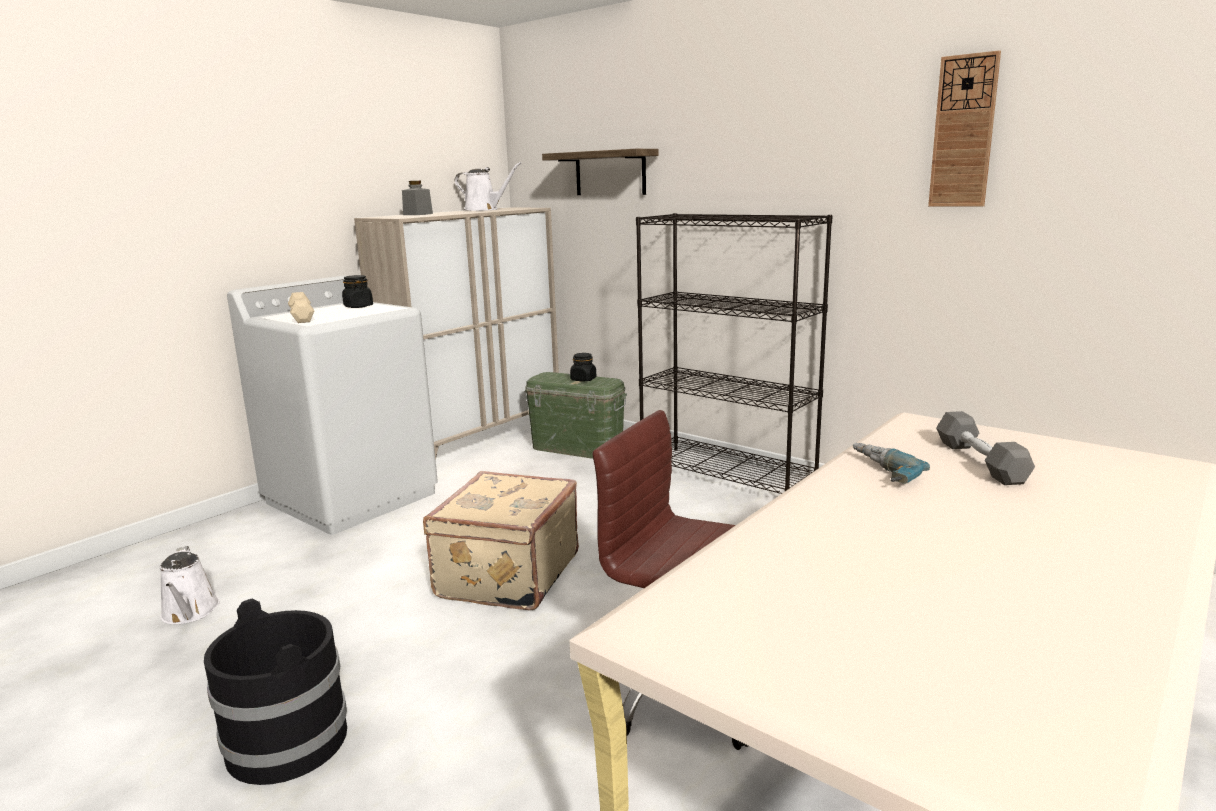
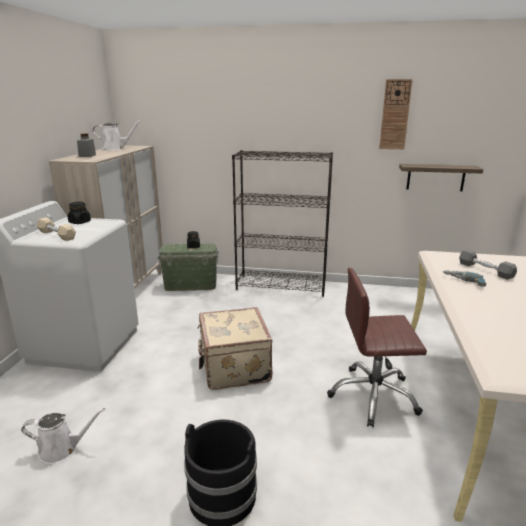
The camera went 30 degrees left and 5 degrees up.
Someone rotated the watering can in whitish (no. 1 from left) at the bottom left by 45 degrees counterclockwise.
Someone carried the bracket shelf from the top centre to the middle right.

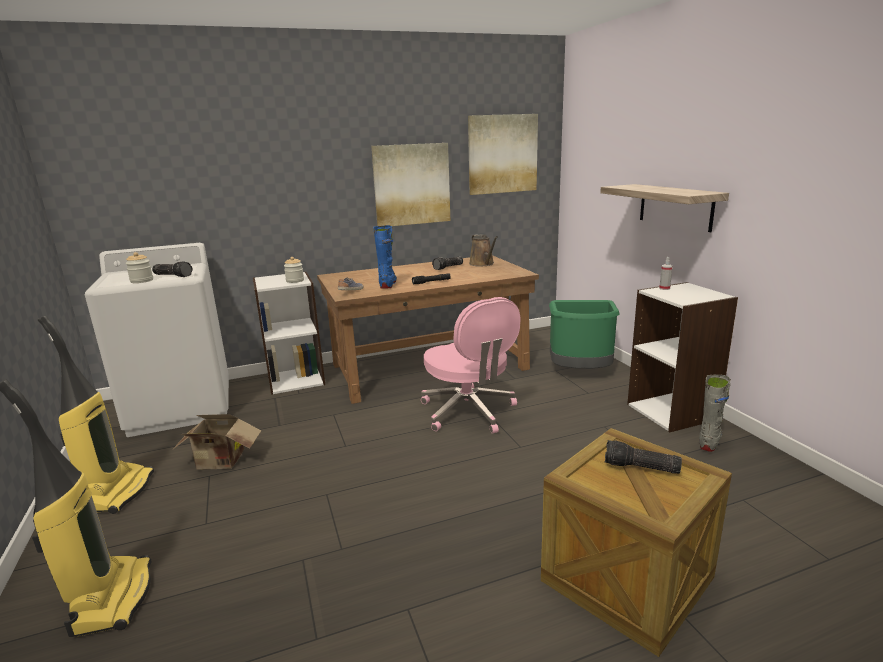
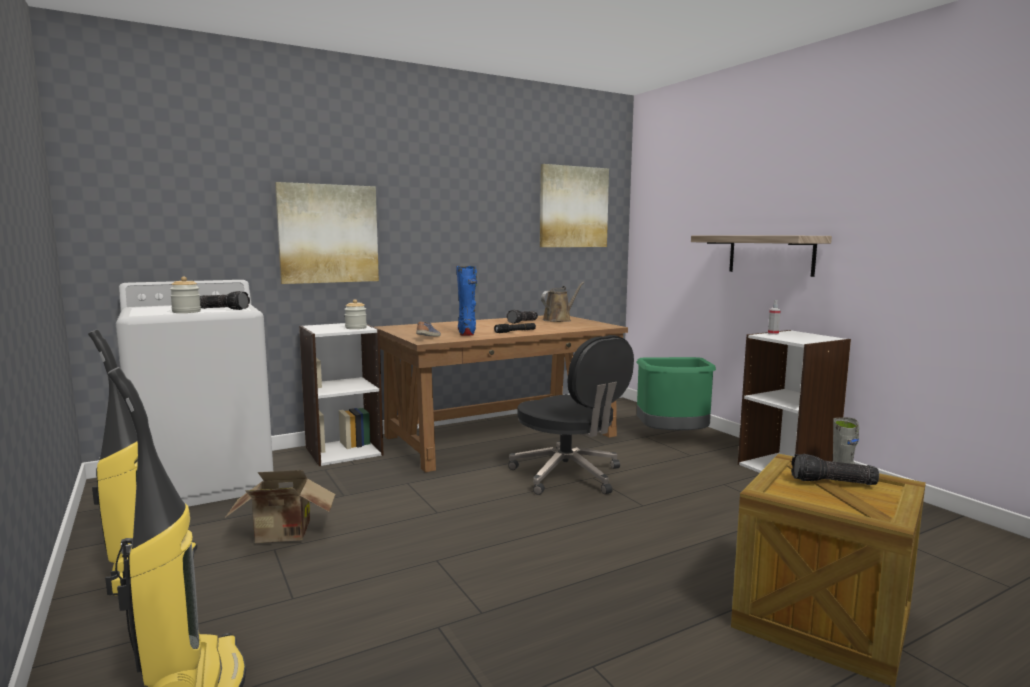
The camera went 10 degrees left and 10 degrees down.
Someone carried the wall picture (no. 1 from left) from the top centre to the middle left.
Someone repainted the desk chair in pinkish at the centre, which became the desk chair in black at the centre.
Someone rotated the watering can in brownish at the centre by 105 degrees counterclockwise.

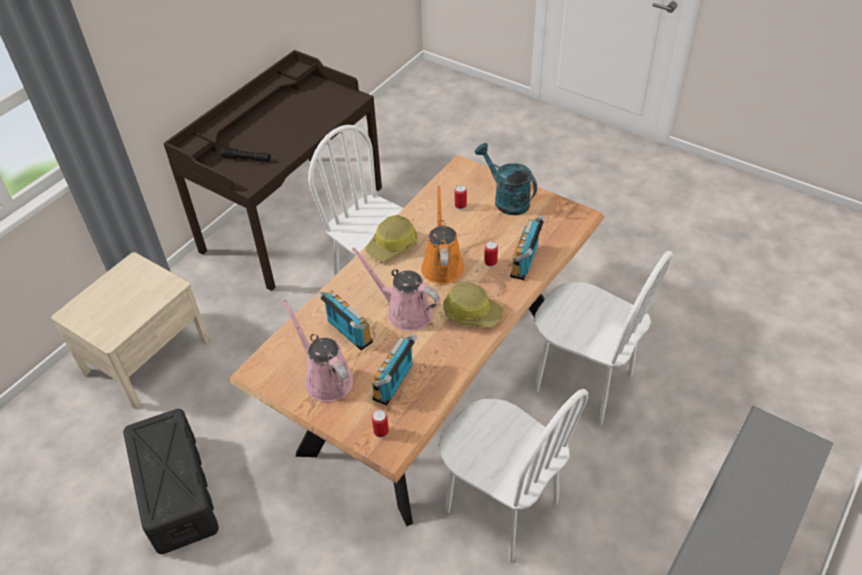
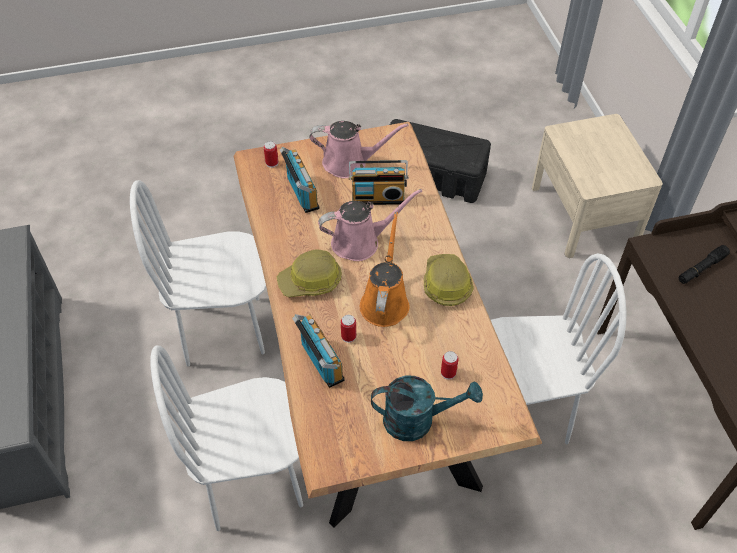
The camera went 130 degrees right and 5 degrees up.
Someone rotated the watering can in orange at the centre by 120 degrees counterclockwise.

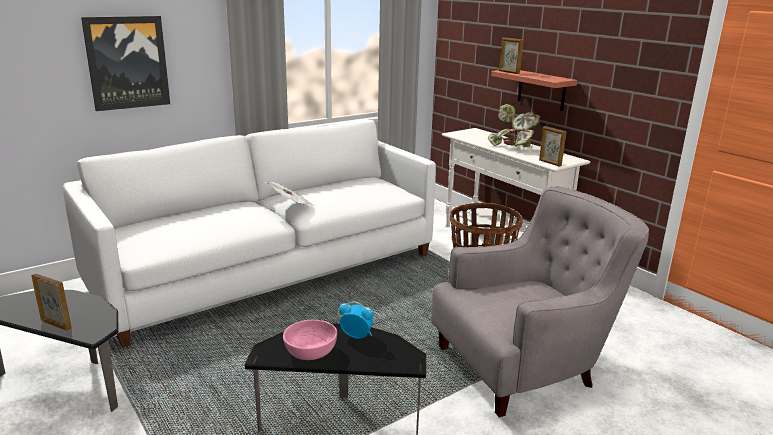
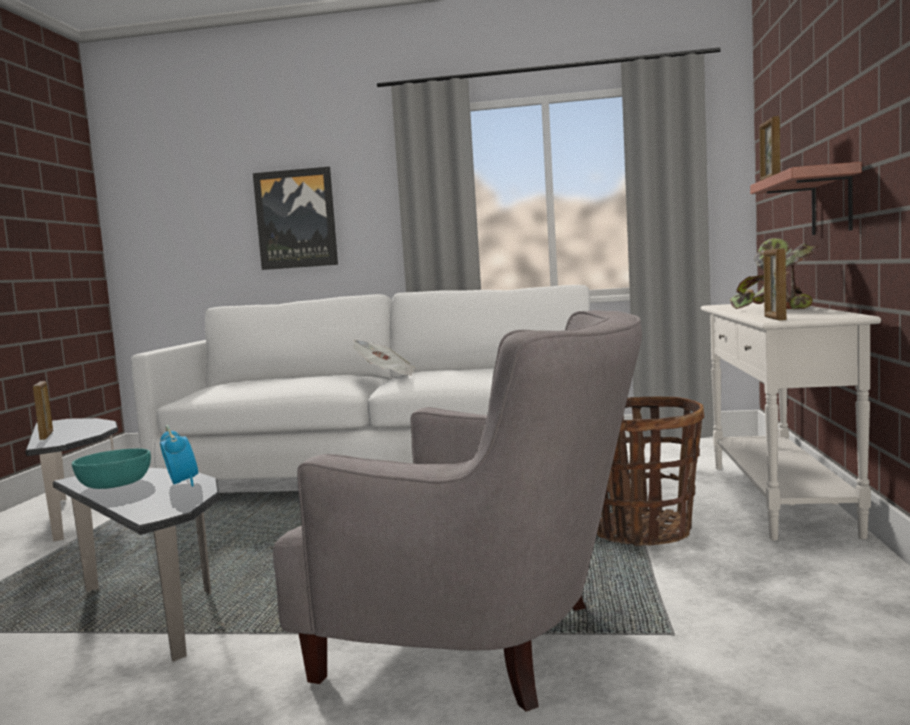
The camera went 45 degrees right and 15 degrees down.
Someone repainted the deep dish in pinkish at the bottom centre, which became the deep dish in turquoise-coloured at the middle left.

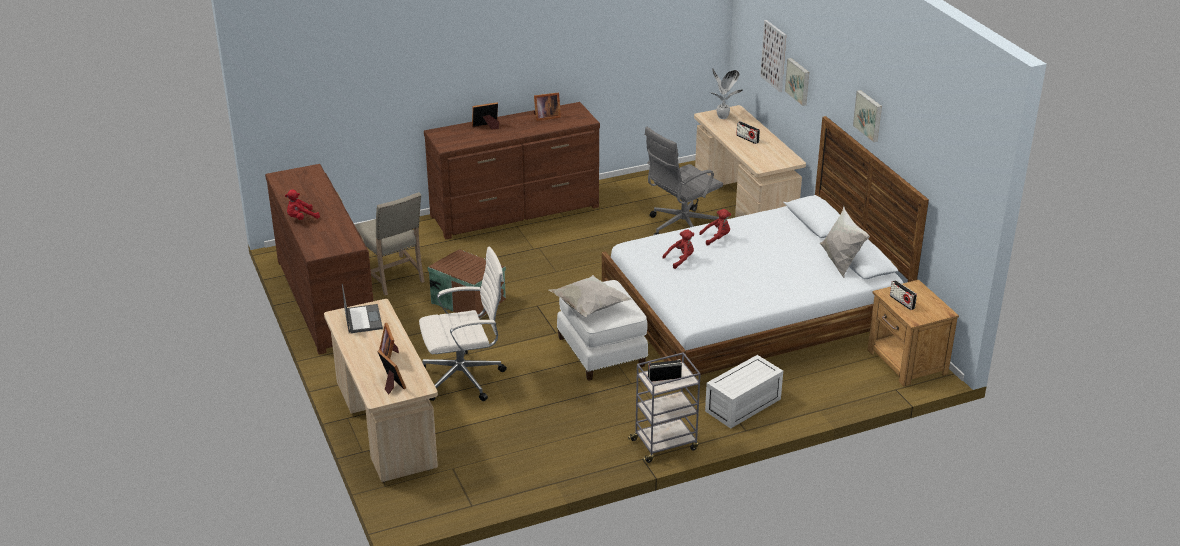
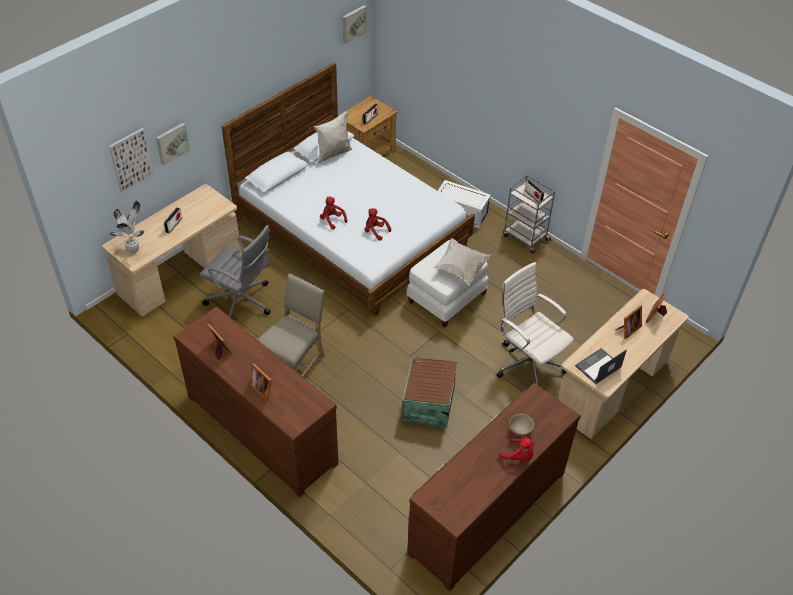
The camera went 115 degrees left and 15 degrees up.
Someone carried the chair in beige from the middle left to the centre.
Someone carried the wall picture (no. 3 from left) from the top right to the top centre.
Someone put down the deep dish in beige at the bottom centre.

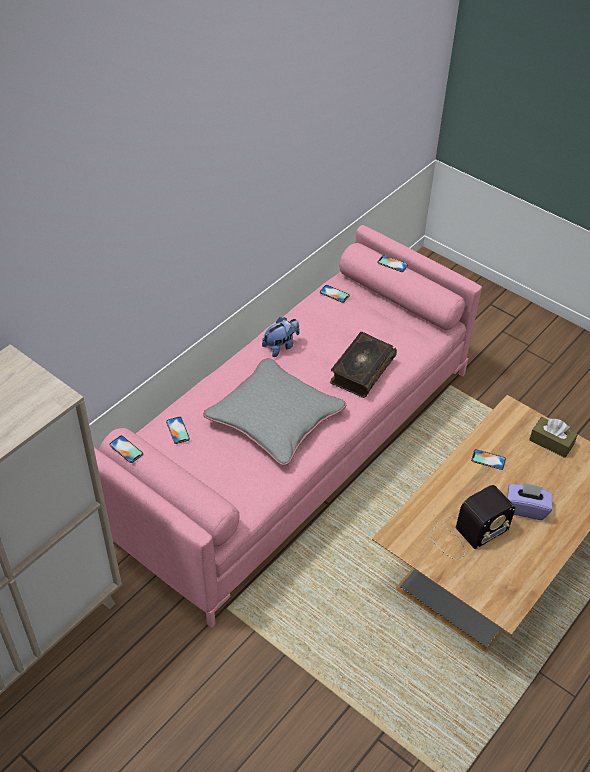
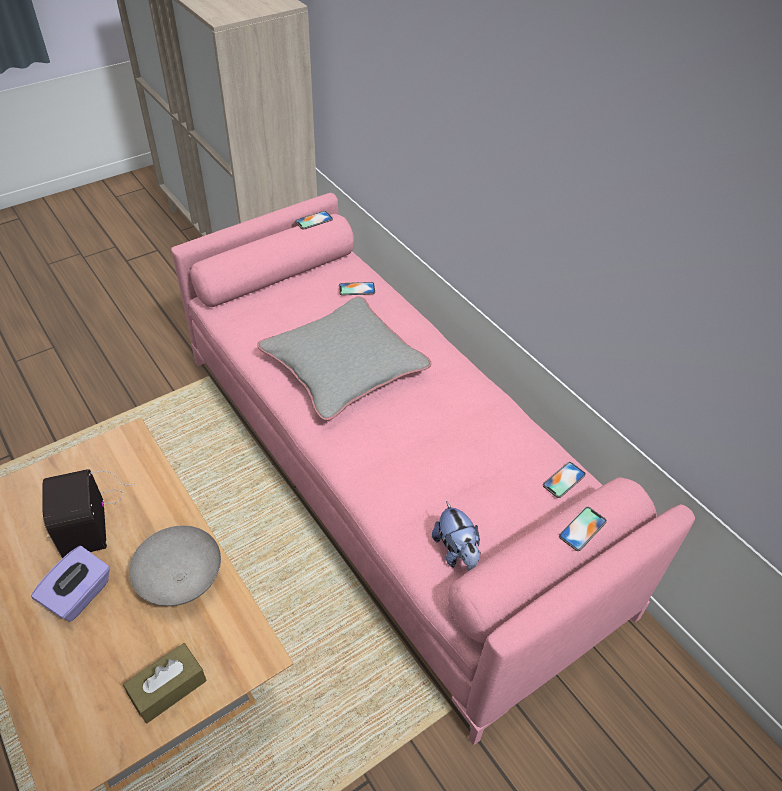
The camera went 105 degrees right and 0 degrees up.
Someone carried the plush toy from the centre to the bottom centre.
Someone took away the bound book at the centre.
Someone swapped the phone (no. 5 from left) at the middle right for the deep dish in gray at the bottom left.

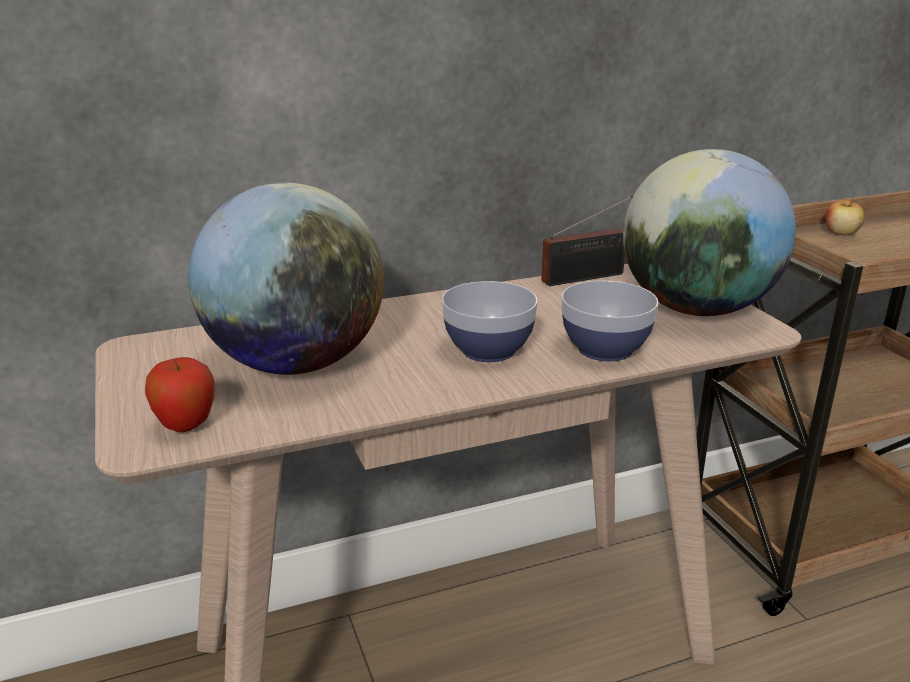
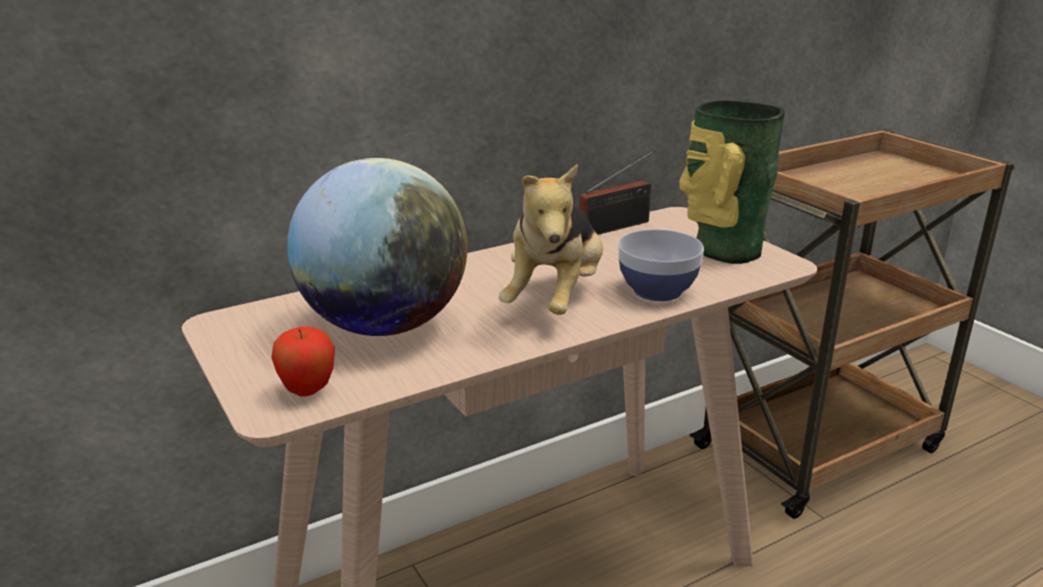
The camera went 10 degrees left and 0 degrees up.
Someone swapped the deep dish (no. 1 from left) at the centre for the plush toy at the centre.
Someone swapped the desk globe (no. 2 from left) at the middle right for the decorative vase at the top right.
Someone took away the apple (no. 2 from left) at the top right.

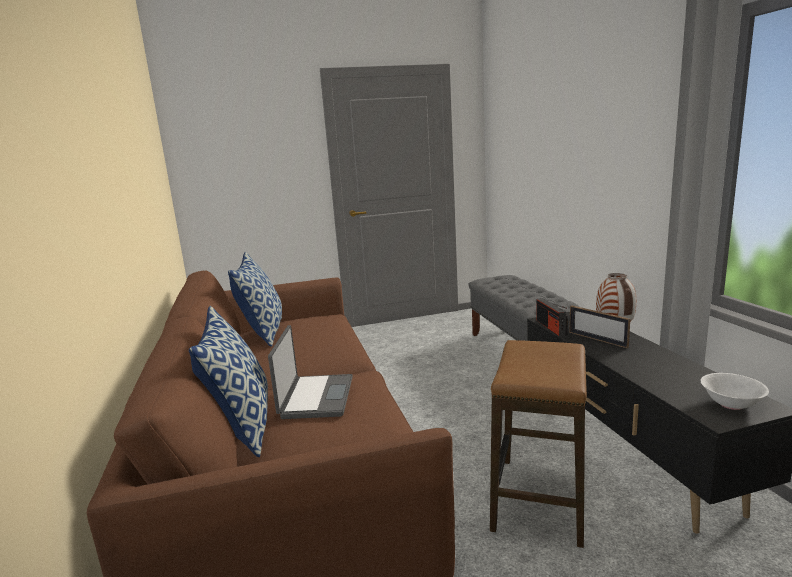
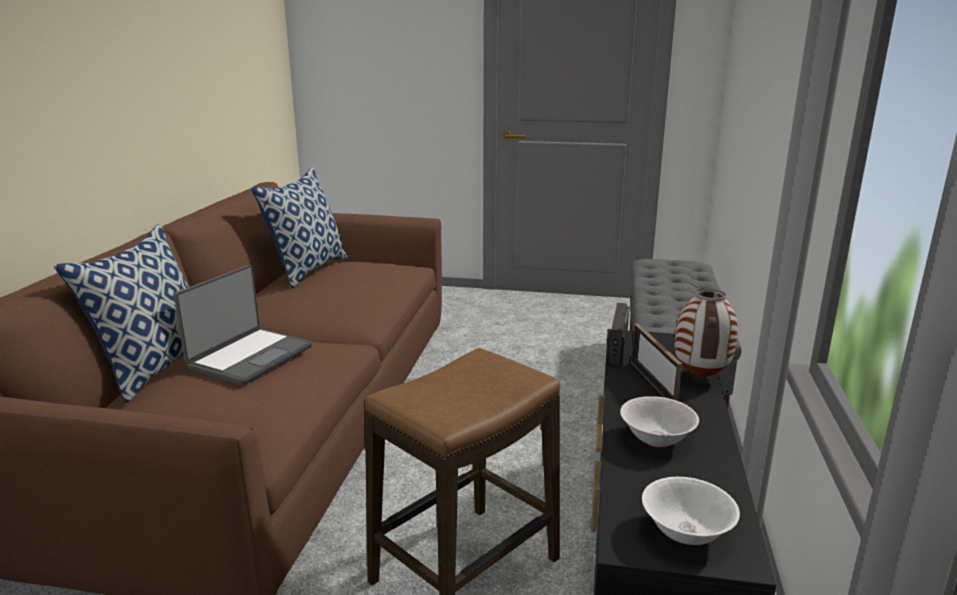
The camera went 25 degrees right and 5 degrees up.
Someone put down the deep dish in whitish (no. 1 from left) at the bottom right.

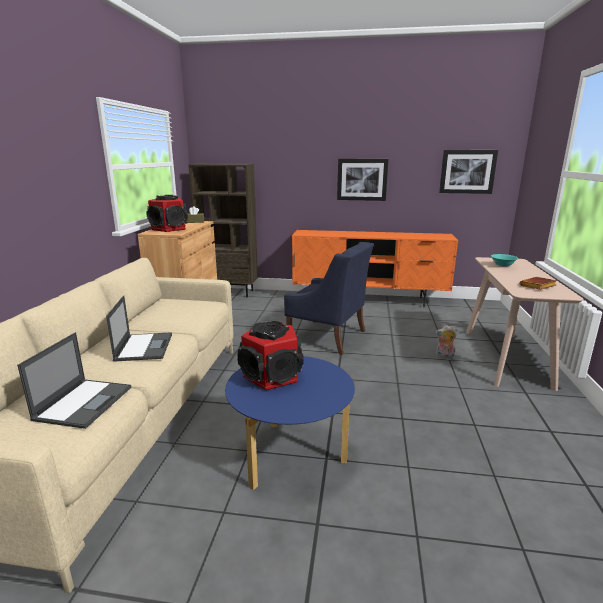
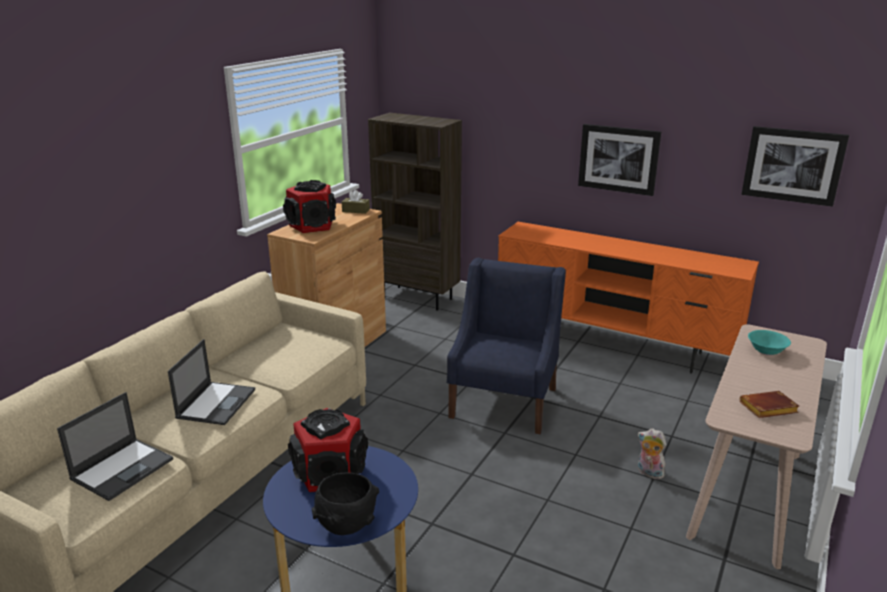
The camera went 20 degrees right and 5 degrees up.
Someone rotated the armchair in blue at the centre by 120 degrees counterclockwise.
Someone put down the deep dish in black at the bottom centre.

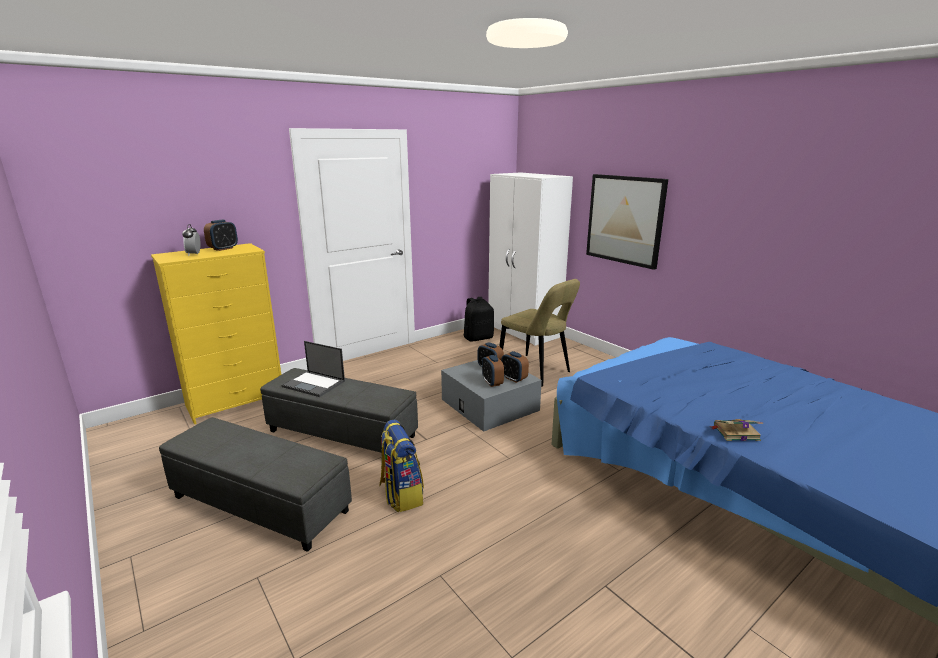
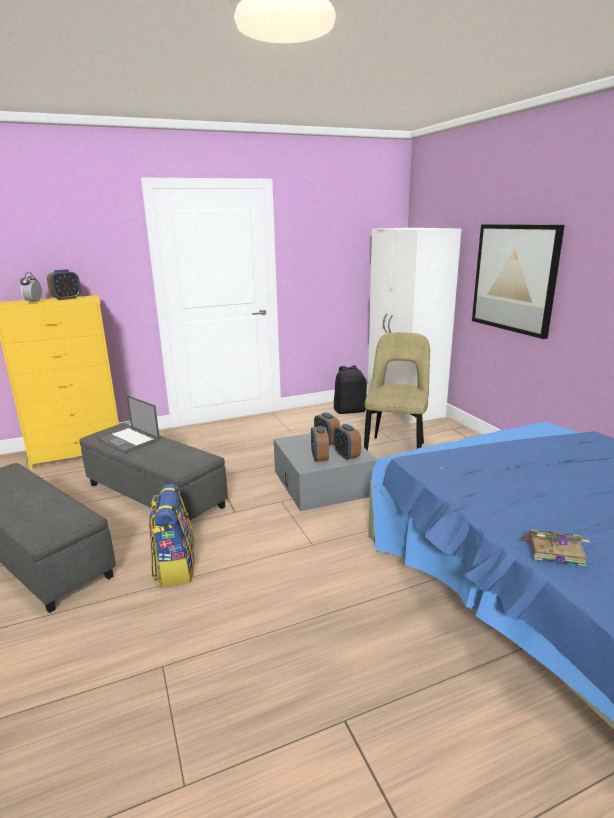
The camera went 15 degrees right and 0 degrees up.
Someone rotated the chair in beige at the centre by 135 degrees counterclockwise.

